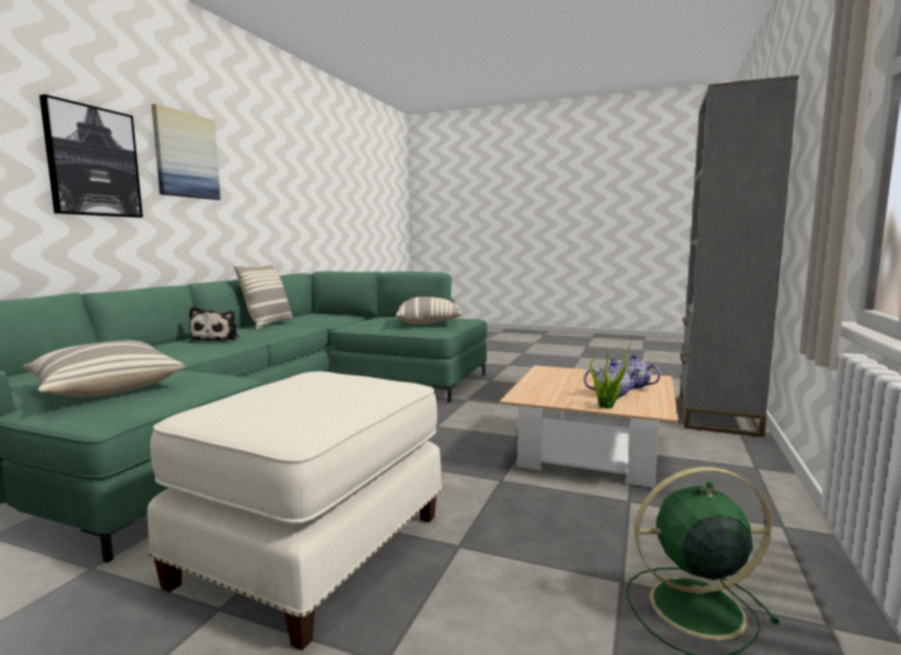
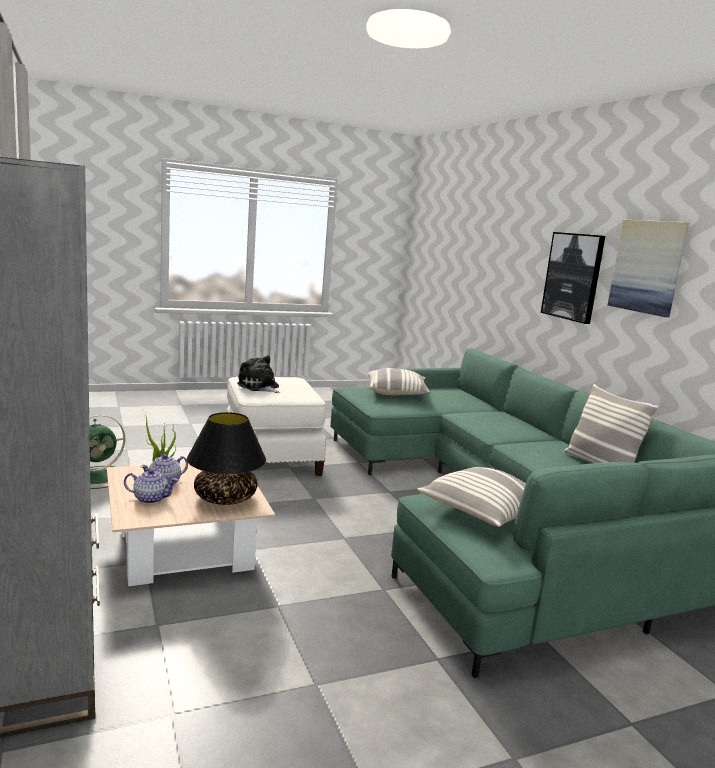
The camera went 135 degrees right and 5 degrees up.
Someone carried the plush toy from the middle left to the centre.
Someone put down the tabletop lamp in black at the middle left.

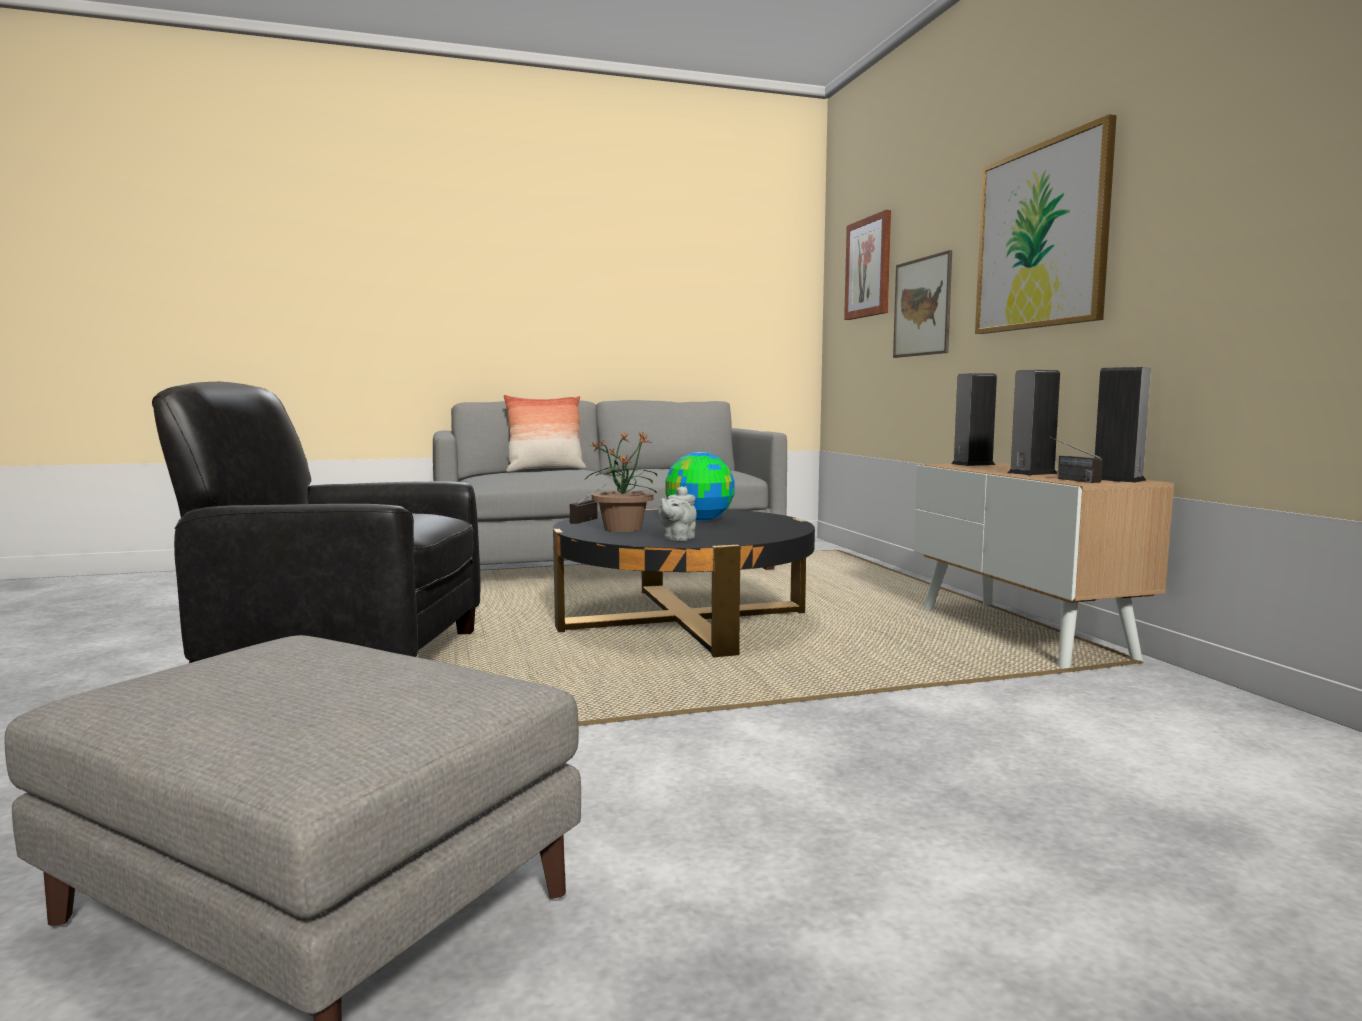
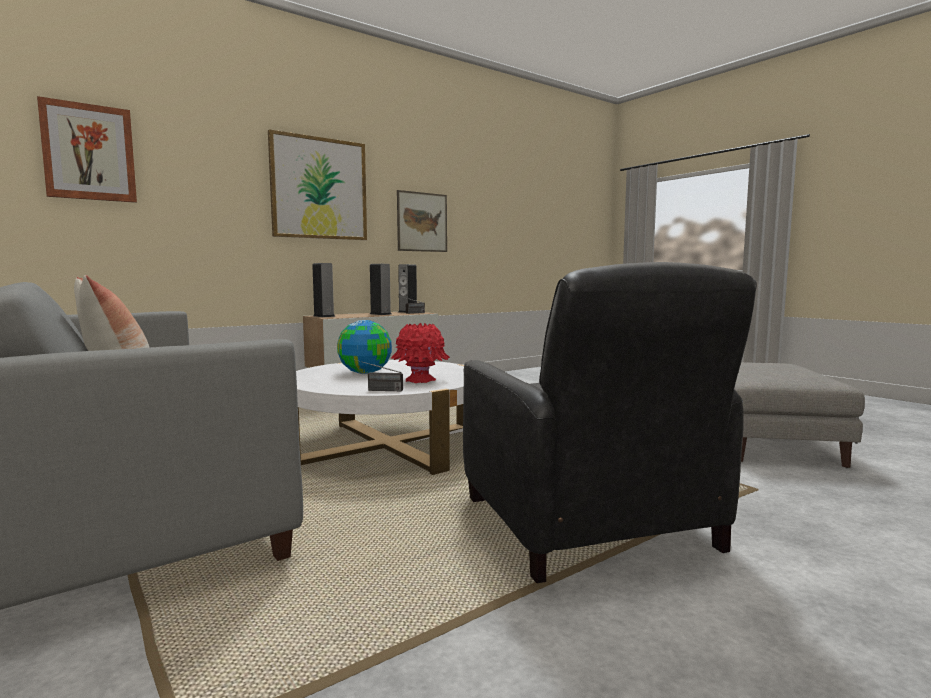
The camera went 110 degrees left and 0 degrees up.
Someone repainted the coffee table in black at the centre, which became the coffee table in whitish at the centre.
Someone swapped the potted plant at the centre for the decorative vase in red-coloured at the centre.
Someone took away the pot for tea in gray at the centre.
Someone carried the wall picture (no. 2 from left in the first image) from the top right to the top centre.

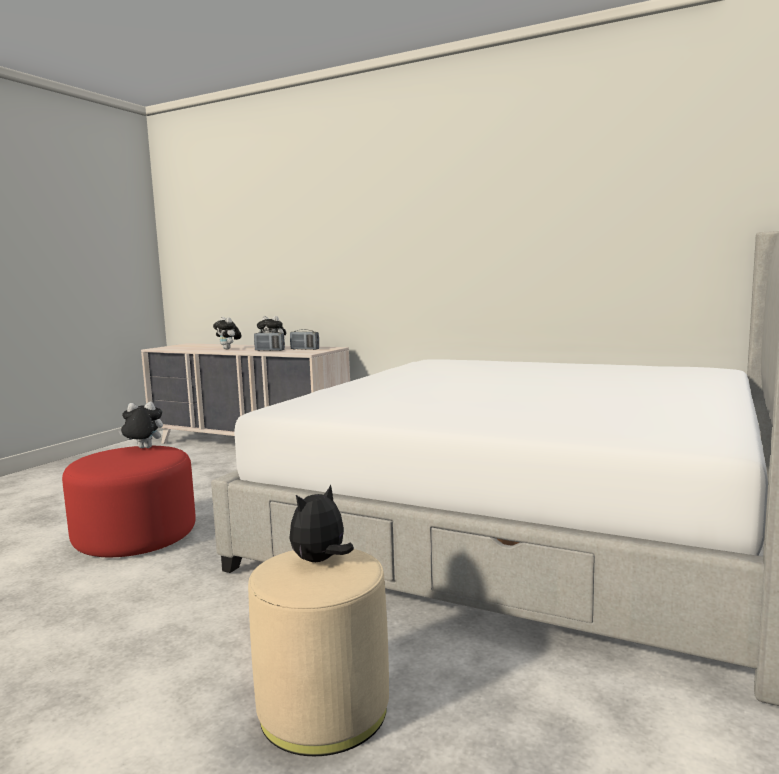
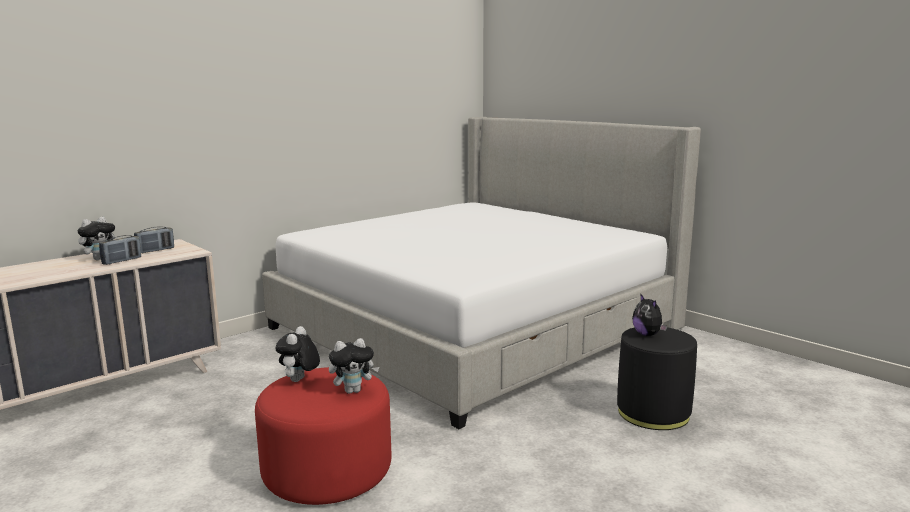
The camera went 70 degrees left and 5 degrees up.
Someone carried the plush toy (no. 2 from left in the first image) from the middle left to the bottom centre.
Someone repainted the pouffe in beige at the bottom centre, which became the pouffe in black at the bottom right.

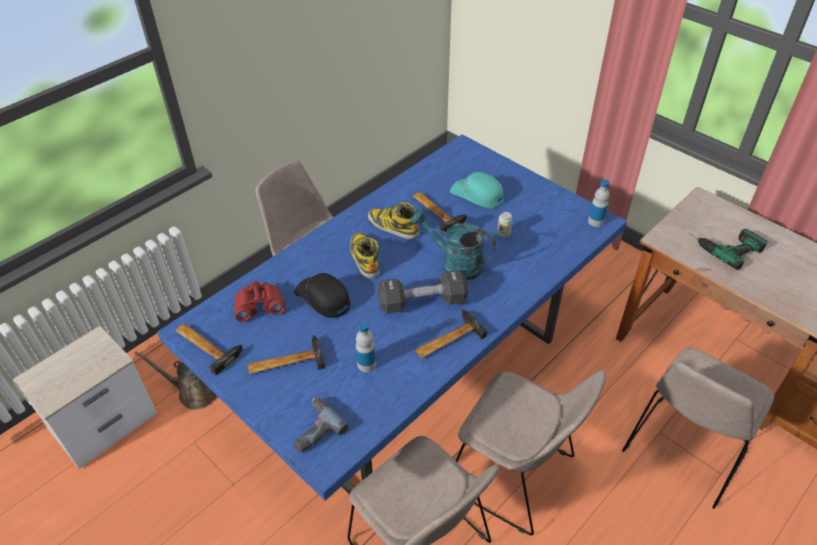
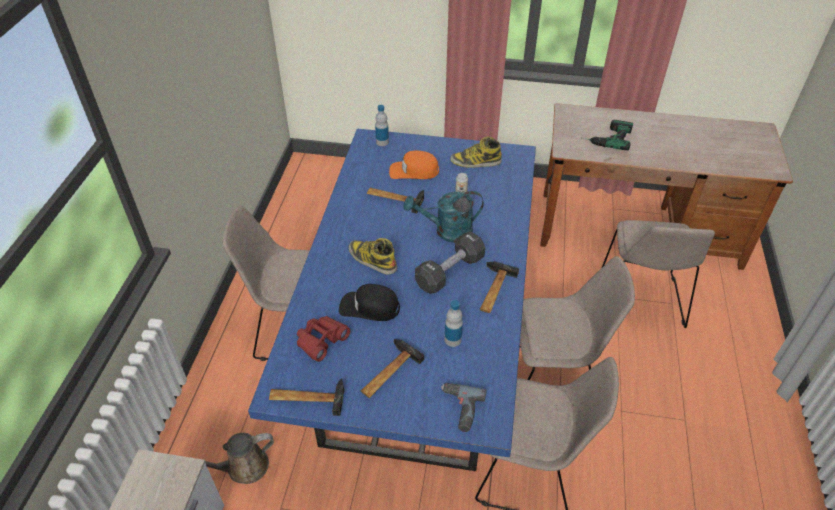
The camera went 35 degrees left and 0 degrees up.
Someone carried the boot (no. 2 from left) from the centre to the top centre.
Someone repainted the baseball cap in turquoise-coloured at the centre, which became the baseball cap in orange at the top centre.
Someone carried the beverage bottle (no. 2 from left in the first image) from the middle right to the top centre.

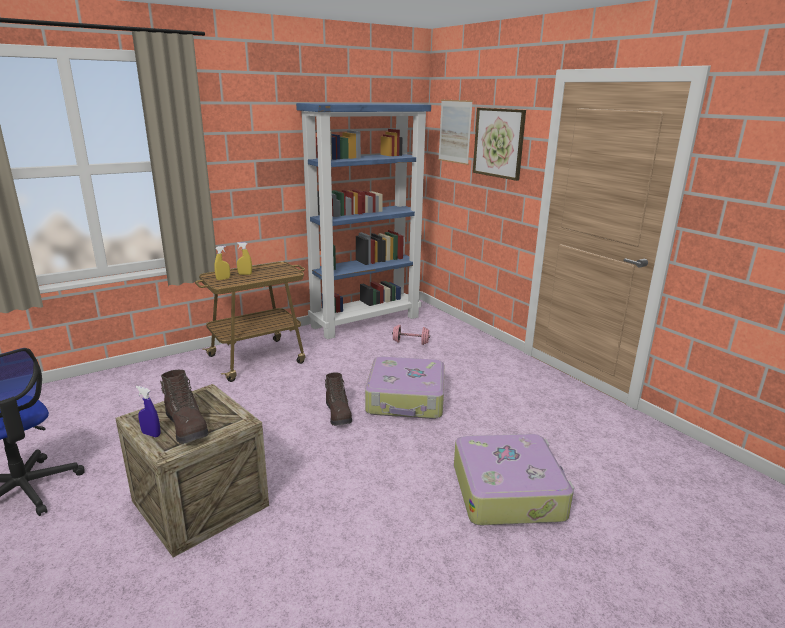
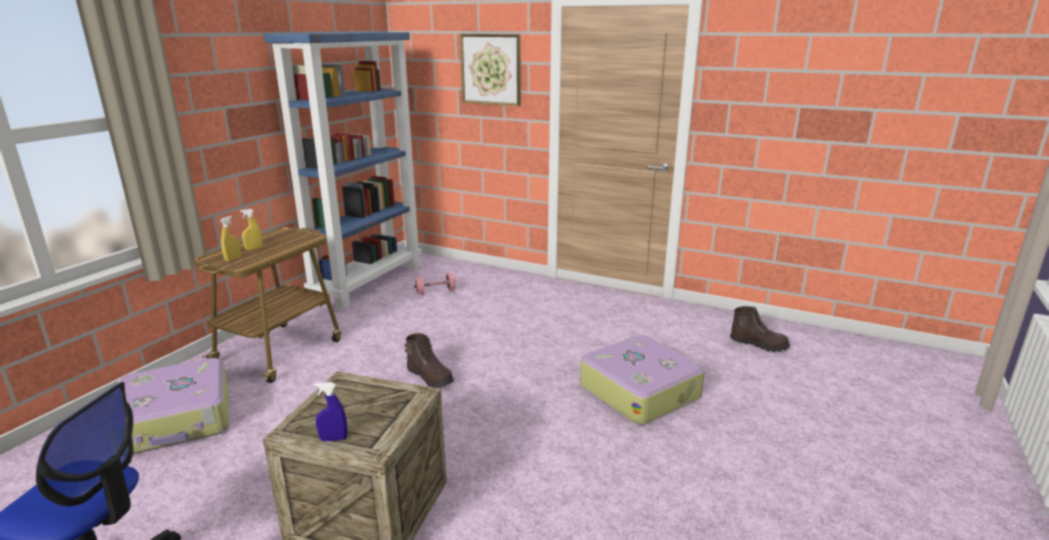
The camera went 30 degrees left and 0 degrees up.
Someone carried the boot in brownish (no. 1 from left in the first image) from the middle left to the middle right.
Someone carried the travel case (no. 1 from left) from the centre to the bottom left.
Someone took away the wall picture (no. 1 from left) at the top centre.

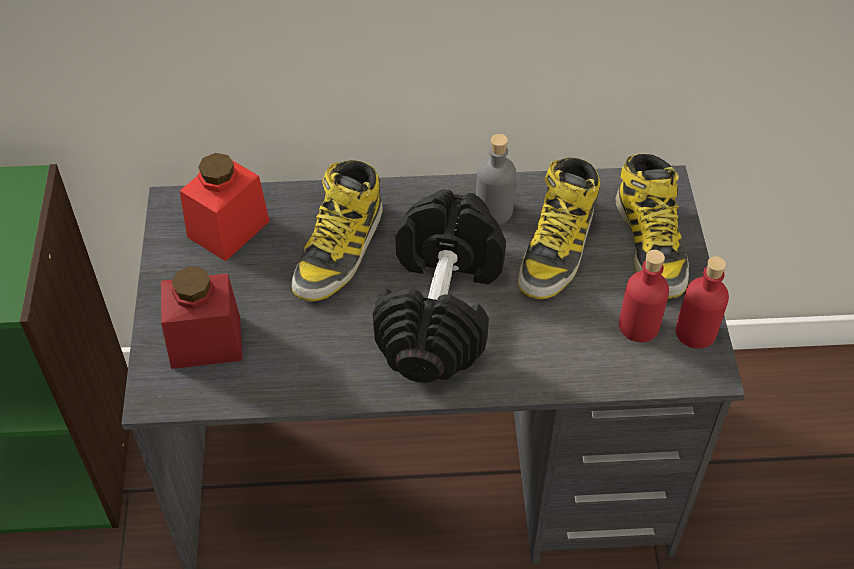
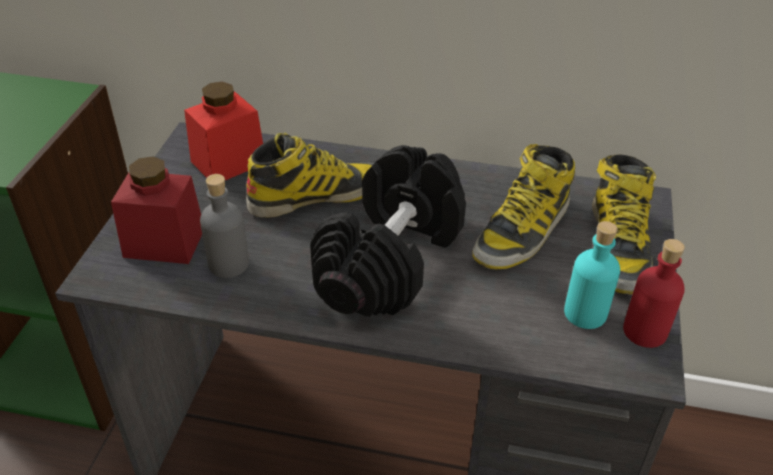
The camera went 15 degrees right and 10 degrees down.
Someone rotated the boot (no. 1 from left) at the centre by 150 degrees counterclockwise.
Someone carried the beverage bottle in gray from the top centre to the middle left.
Someone repainted the beverage bottle in red-coloured (no. 1 from left) at the middle right, which became the beverage bottle in turquoise-coloured at the middle right.

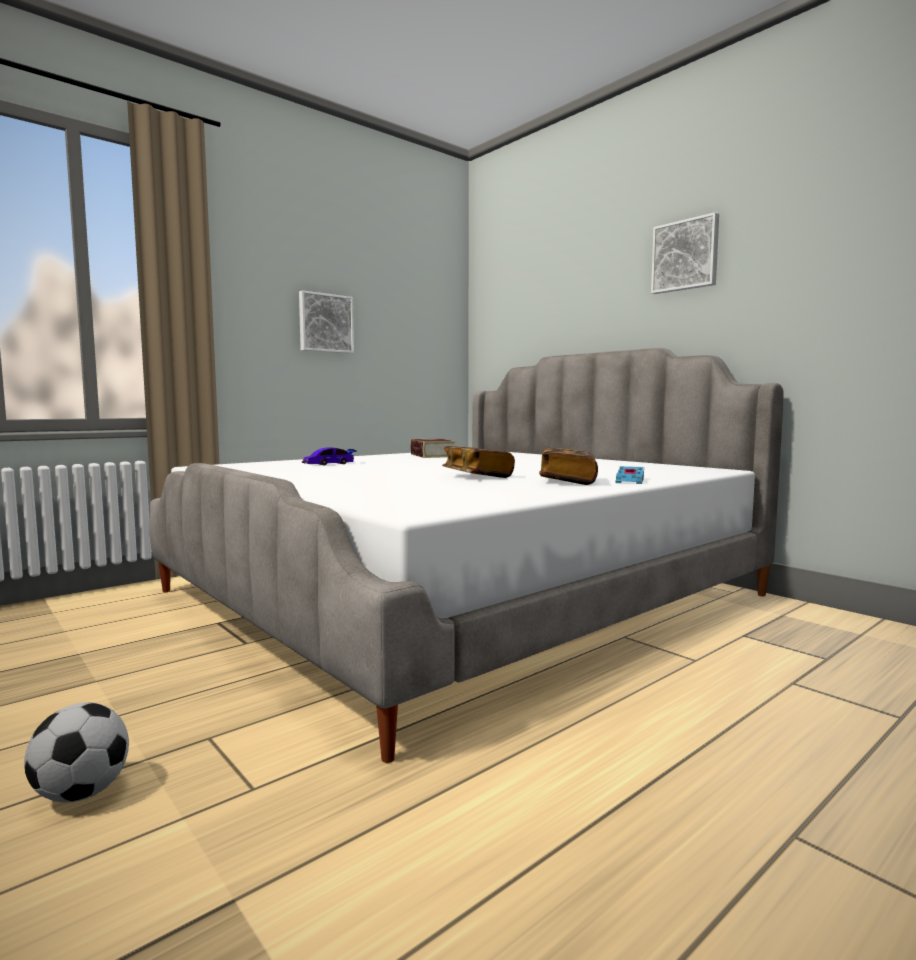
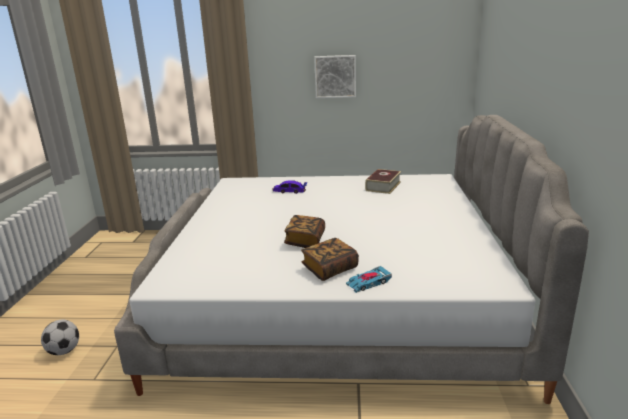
The camera went 45 degrees right and 15 degrees up.
Someone took away the wall picture (no. 2 from left) at the top right.

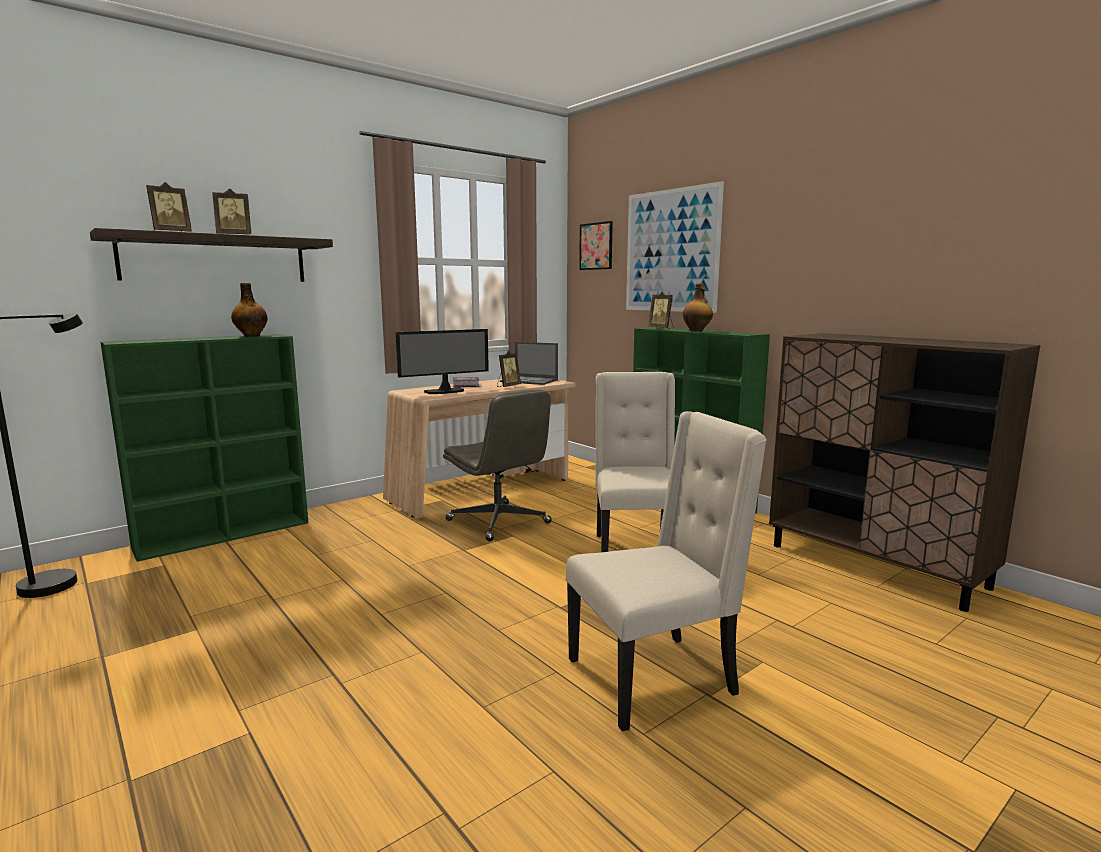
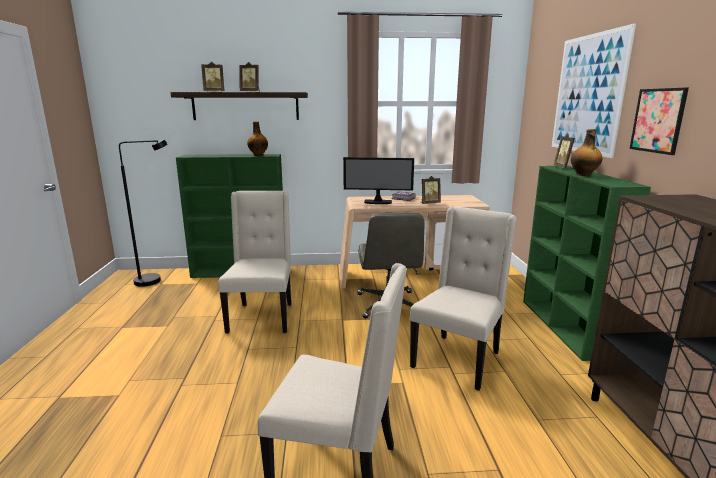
The camera went 35 degrees right and 5 degrees up.
Someone took away the portable computer at the centre.
Someone carried the wall picture (no. 1 from left in the first image) from the top centre to the top right.
Someone put down the chair in beige (no. 1 from left) at the centre.

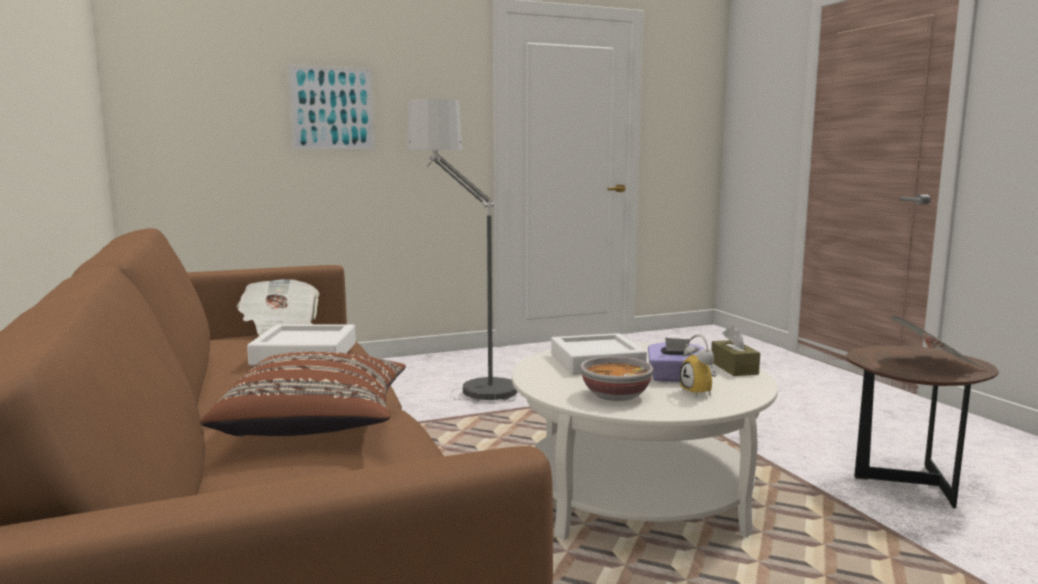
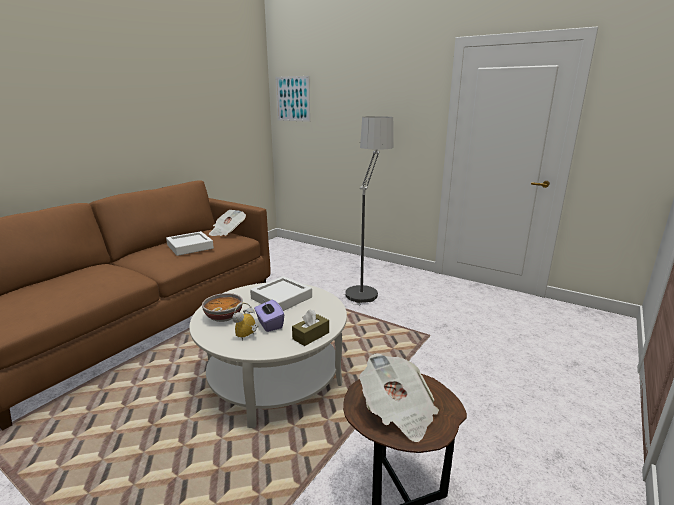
The camera went 55 degrees right and 10 degrees up.
Someone took away the cushion in brownish at the bottom left.
Someone carried the wall picture from the top left to the top centre.

